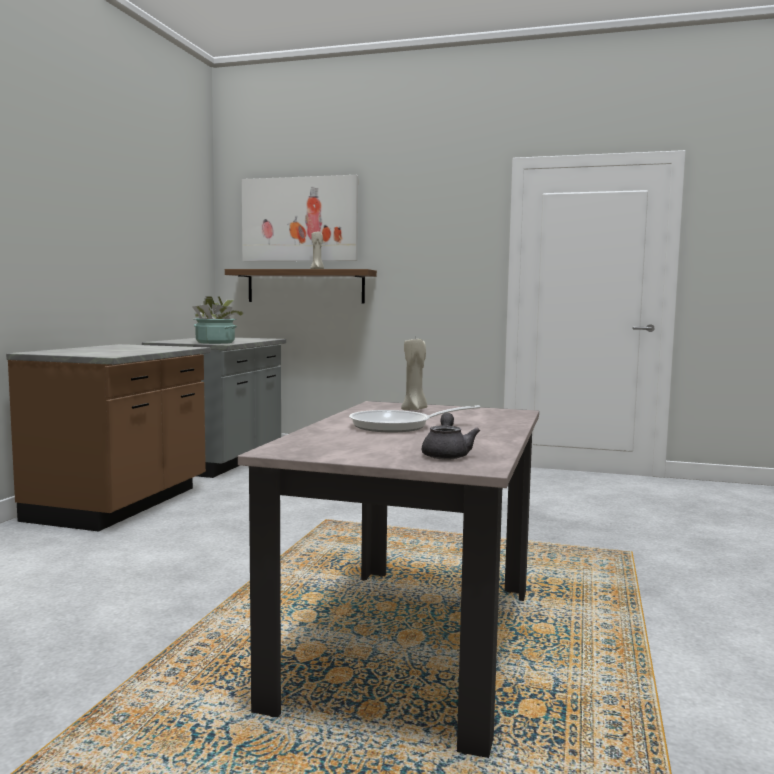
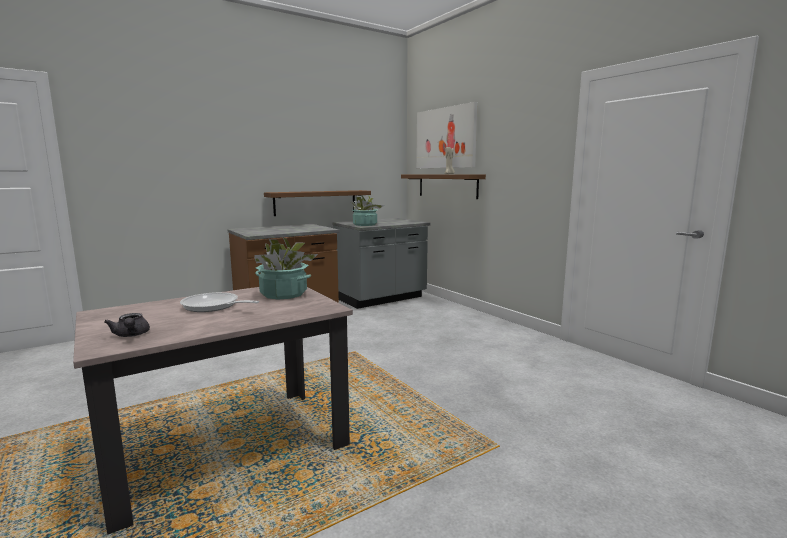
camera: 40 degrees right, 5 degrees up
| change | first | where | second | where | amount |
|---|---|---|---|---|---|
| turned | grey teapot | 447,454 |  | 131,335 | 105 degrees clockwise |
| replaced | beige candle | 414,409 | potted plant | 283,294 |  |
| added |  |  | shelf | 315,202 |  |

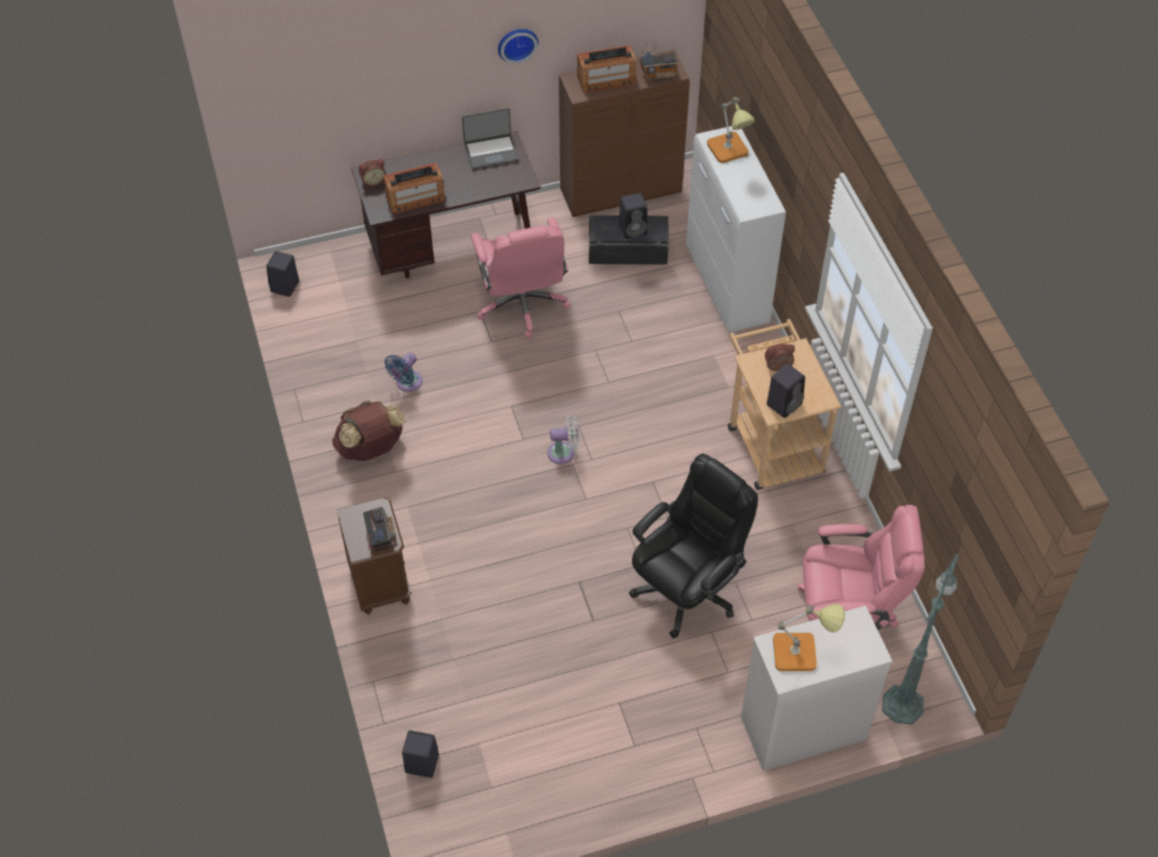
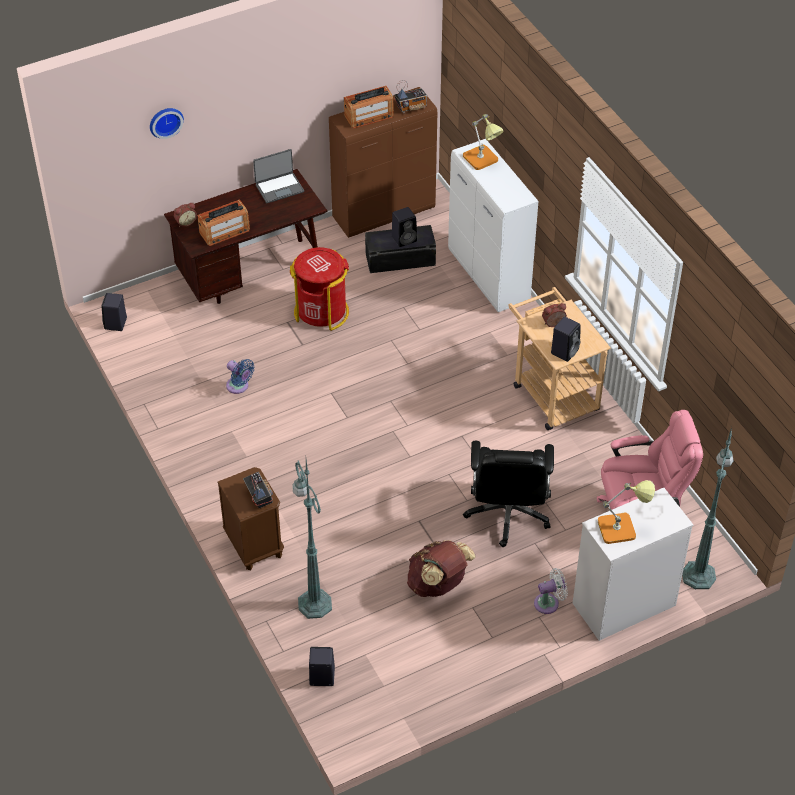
camera: 10 degrees left, 5 degrees down
| change | first | where | second | where | amount |
|---|---|---|---|---|---|
| moved | wall clock | 517,43 |  | 165,121 |  |
| turned | blue fan | 407,383 |  | 239,386 | 75 degrees counterclockwise |
| replaced | pink office chair | 522,304 | red trash can | 321,312 |  |
| added |  |  | green floor lamp | 314,602 |  |
| moved | brown backpack | 371,448 |  | 438,584 |  |
| turned | black office chair | 687,589 |  | 508,514 | 150 degrees clockwise |
| moved | white fan | 564,452 |  | 549,603 |  |

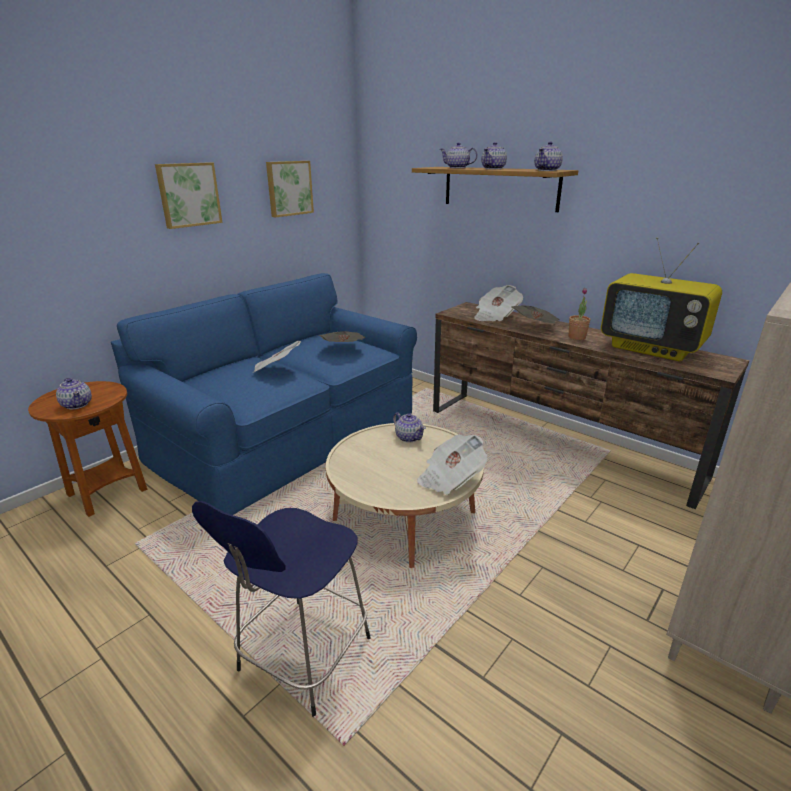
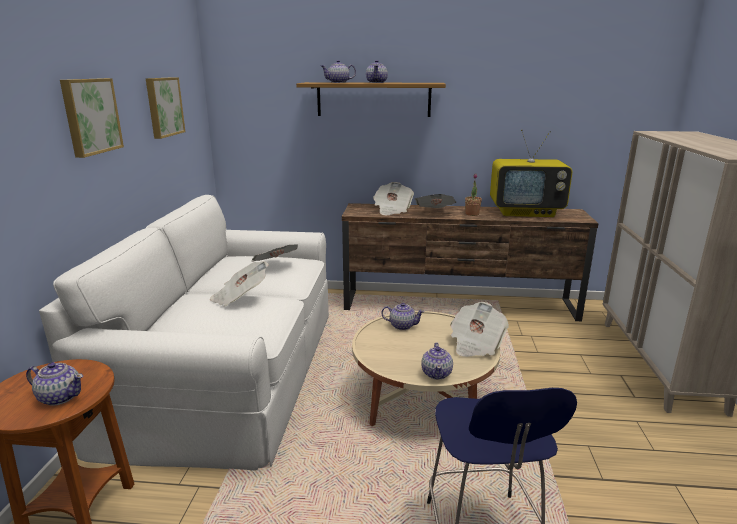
camera: 35 degrees left, 5 degrees down
| change | first | where | second | where | amount |
|---|---|---|---|---|---|
| recoloured | blue sofa | 288,433 | white sofa | 231,370 |  |
| moved | teapot | 547,170 |  | 437,373 |  |

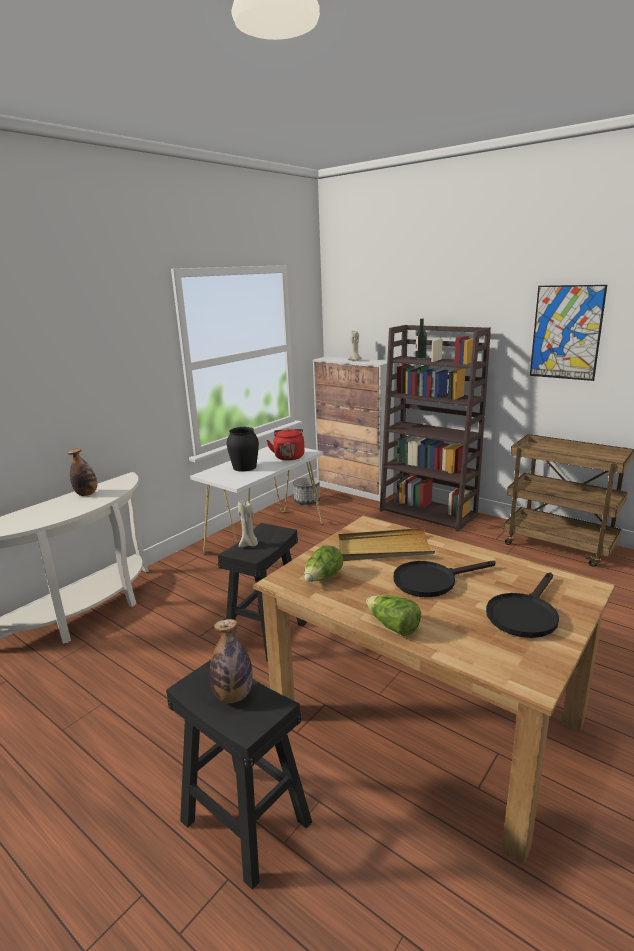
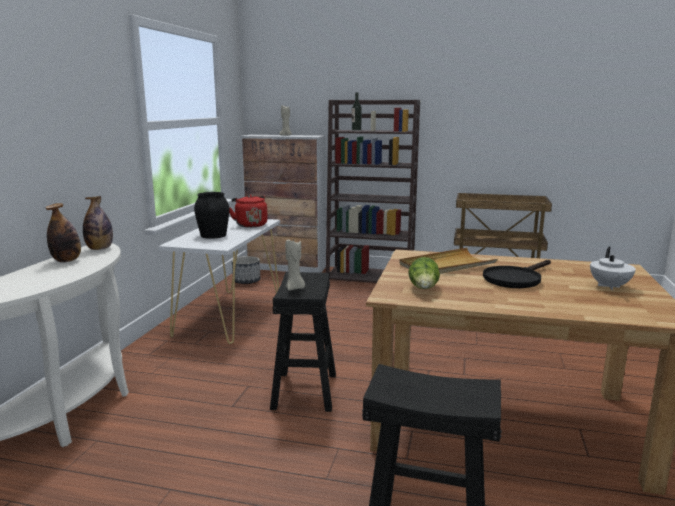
camera: 25 degrees left, 5 degrees down
| change | first | where | second | where | amount |
|---|---|---|---|---|---|
| moved | bottle | 233,695 |  | 100,249 |  |
| replaced | black frying pan | 524,614 | white teapot | 609,286 |  |
| removed | lettuce | 393,626 |  |  |  |
| removed | picture | 566,332 |  |  |  |

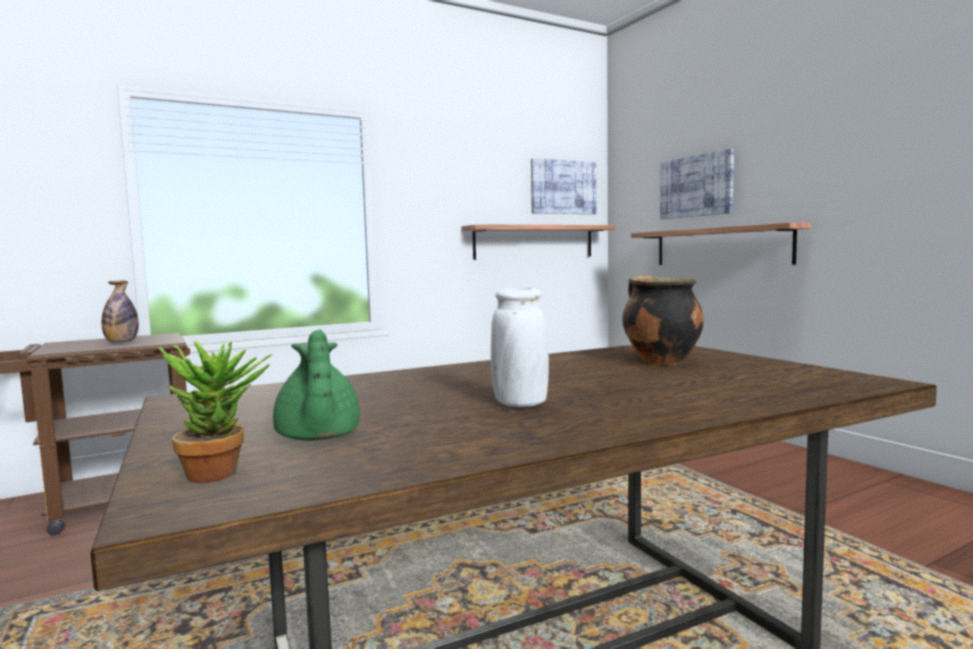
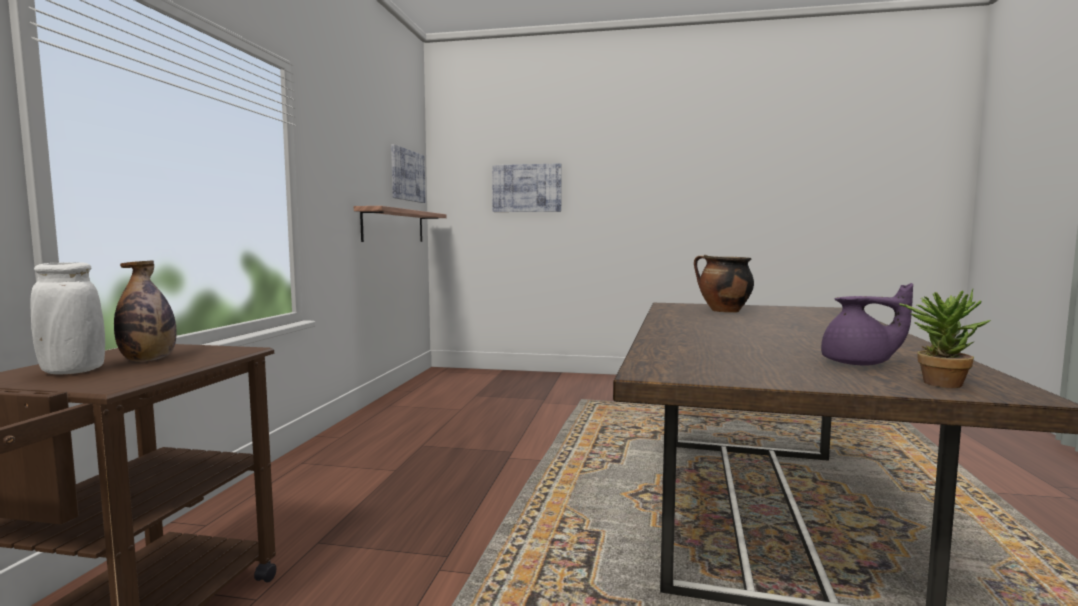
camera: 50 degrees left, 0 degrees up
| change | first | where | second | where | amount |
|---|---|---|---|---|---|
| moved | white vase | 520,404 |  | 72,372 |  |
| recoloured | green teapot | 317,437 | purple teapot | 859,364 |  |
| removed | shelf | 720,246 |  |  |  |

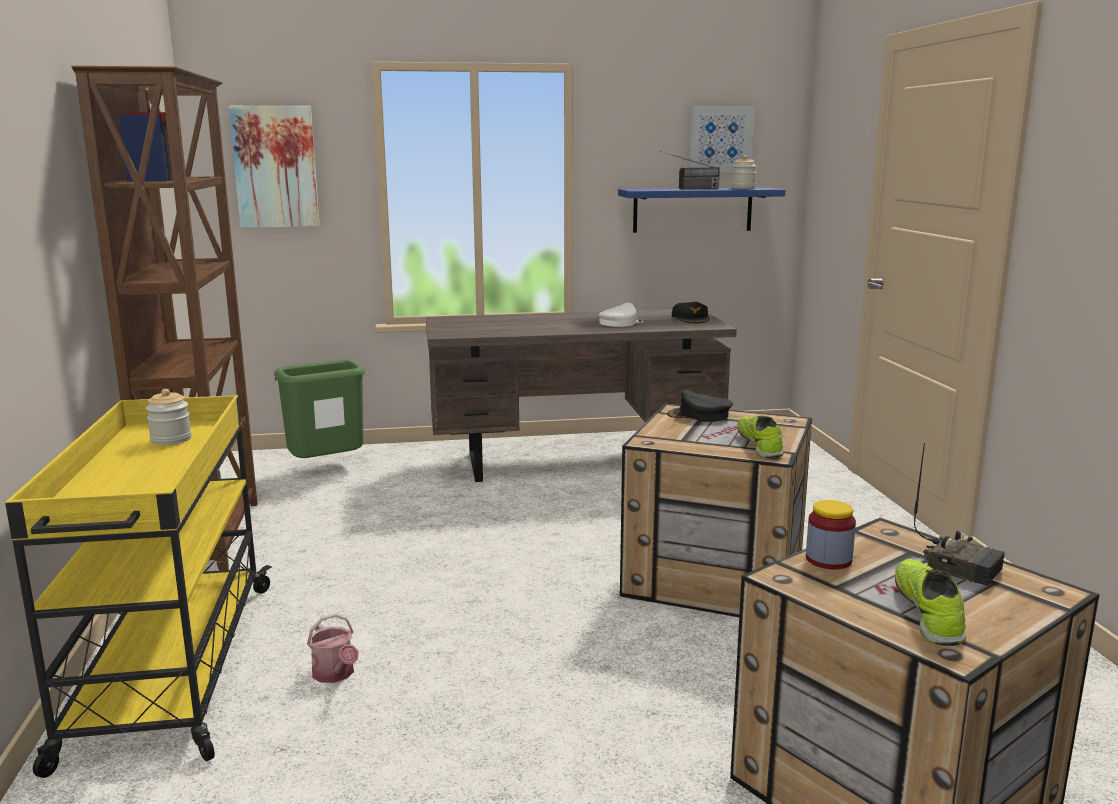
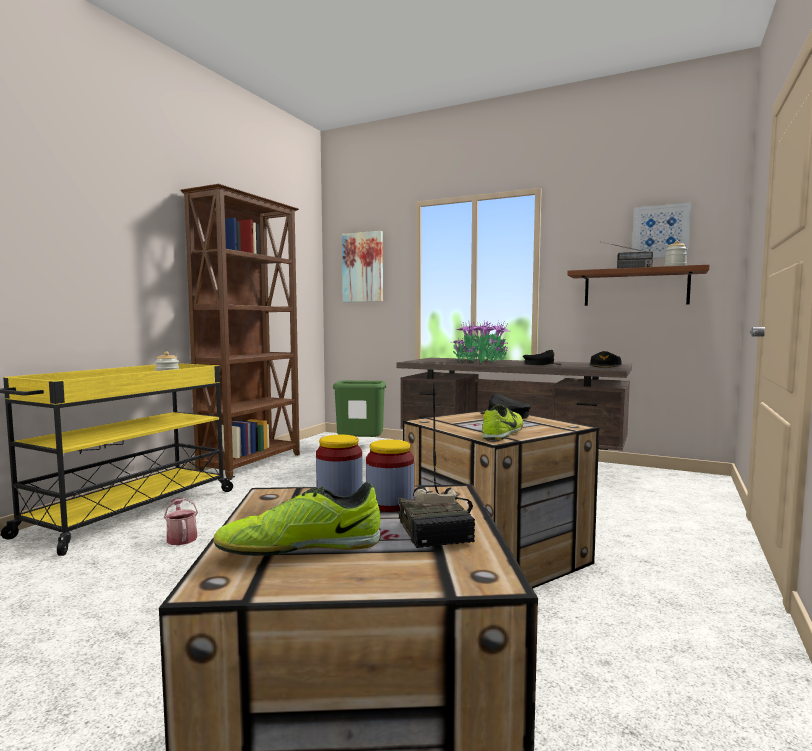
camera: 35 degrees right, 10 degrees down
| change | first | where | second | where | amount |
|---|---|---|---|---|---|
| turned | watering can | 335,674 |  | 181,537 | 150 degrees clockwise |
| turned | shoe | 928,612 |  | 301,548 | 150 degrees counterclockwise |
| added |  |  | jar | 390,503 |  |
| added |  |  | potted plant | 481,361 |  |
| recoloured | white cap | 620,323 | black cap | 541,364 |  |
| recoloured | blue shelf | 692,209 | brown shelf | 635,288 |  |

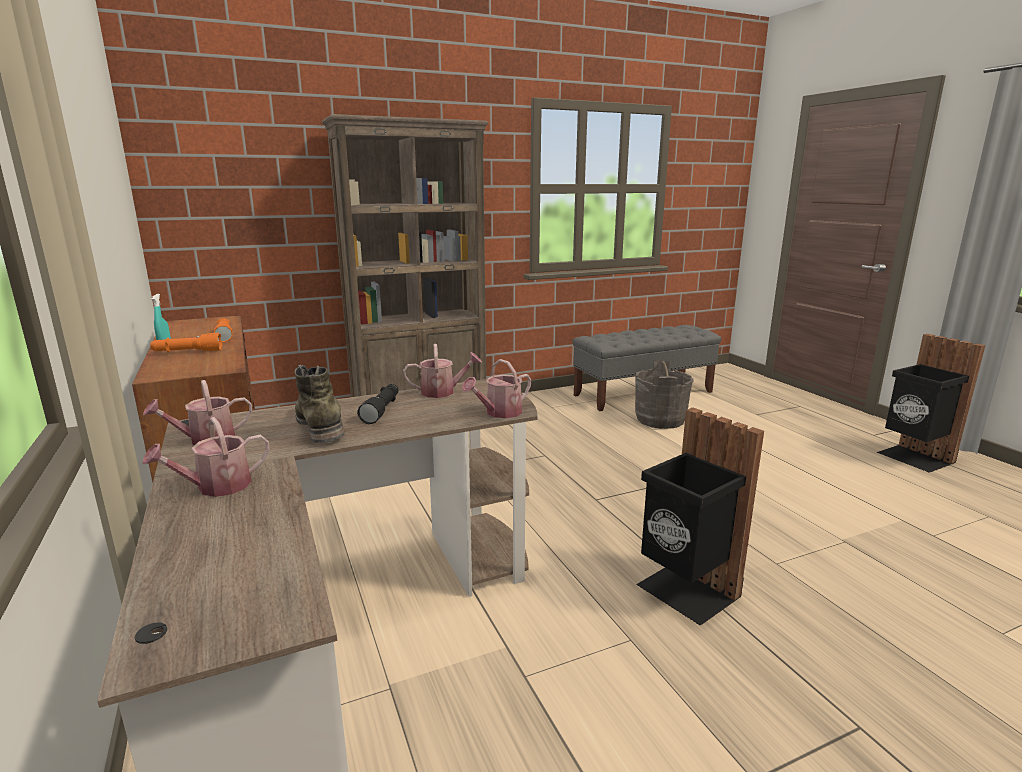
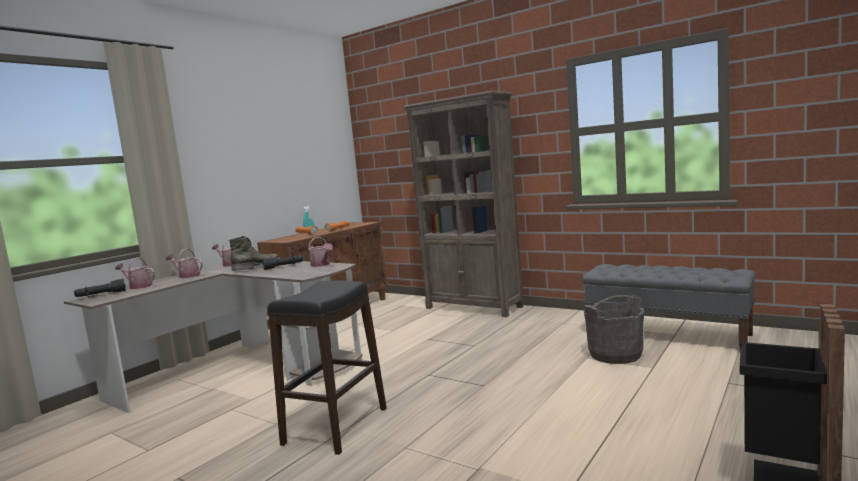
camera: 60 degrees right, 10 degrees down
| change | first | where | second | where | amount |
|---|---|---|---|---|---|
| added |  |  | black flashlight | 101,295 |  |
| moved | watering can | 499,413 |  | 138,286 |  |
| replaced | black trash can | 685,592 | black stool | 336,426 |  |

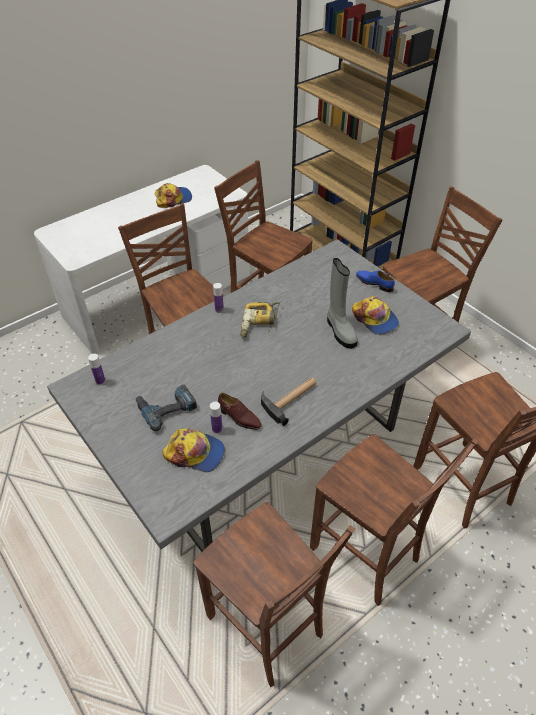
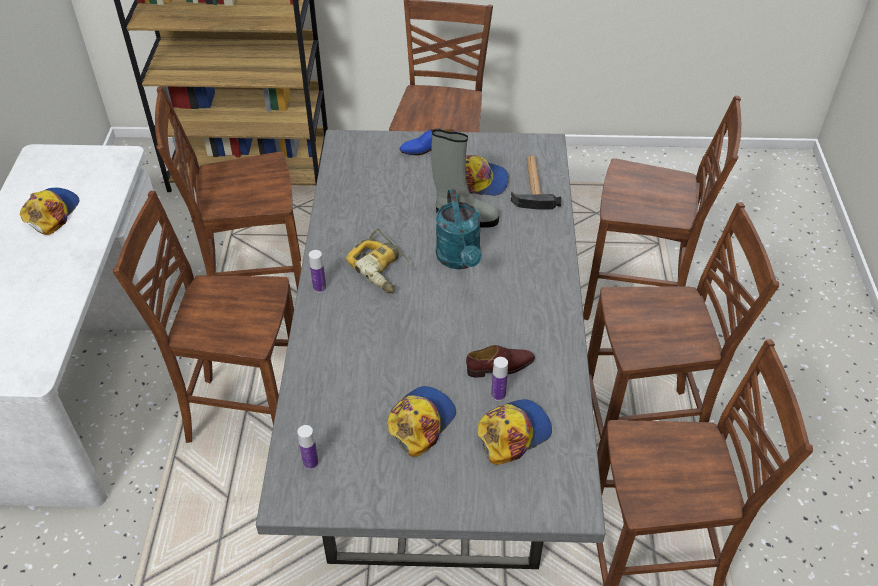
camera: 50 degrees left, 0 degrees up
| change | first | where | second | where | amount |
|---|---|---|---|---|---|
| replaced | power drill | 166,407 | cap | 420,422 |  |
| added |  |  | turquoise watering can | 460,259 |  |
| moved | hammer | 290,399 |  | 532,186 |  |

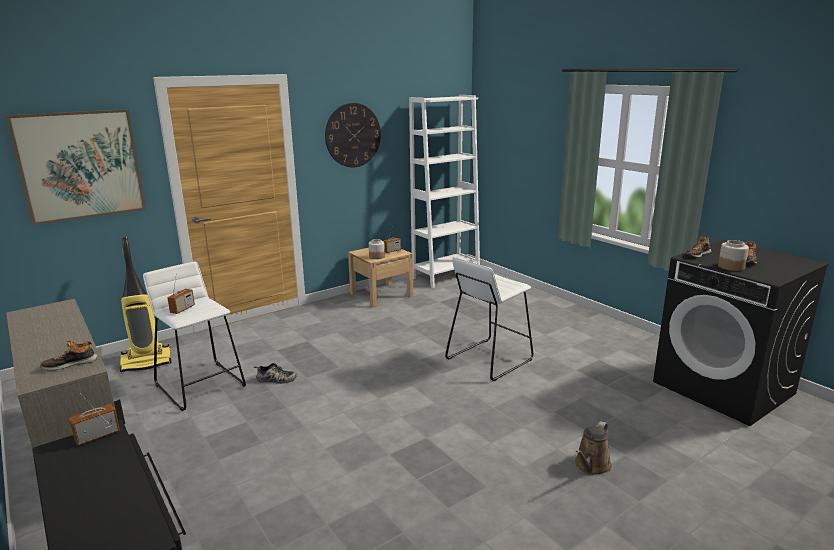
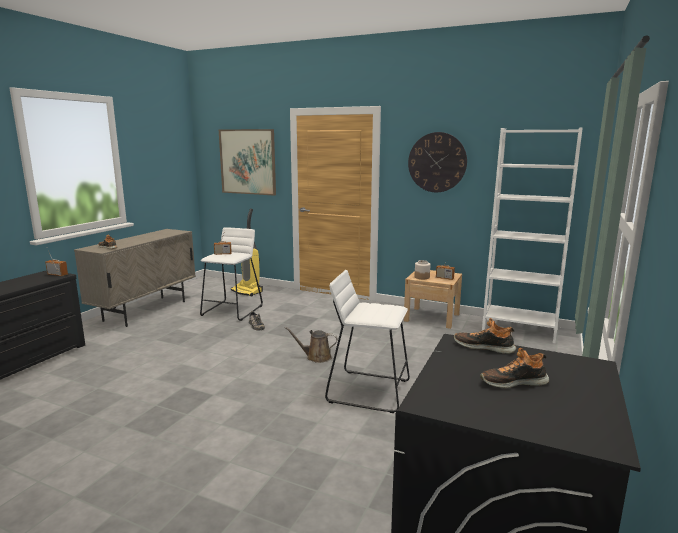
camera: 60 degrees right, 5 degrees down
| change | first | where | second | where | amount |
|---|---|---|---|---|---|
| moved | brown watering can | 591,466 |  | 316,357 |  |
| removed | jar | 731,267 |  |  |  |

